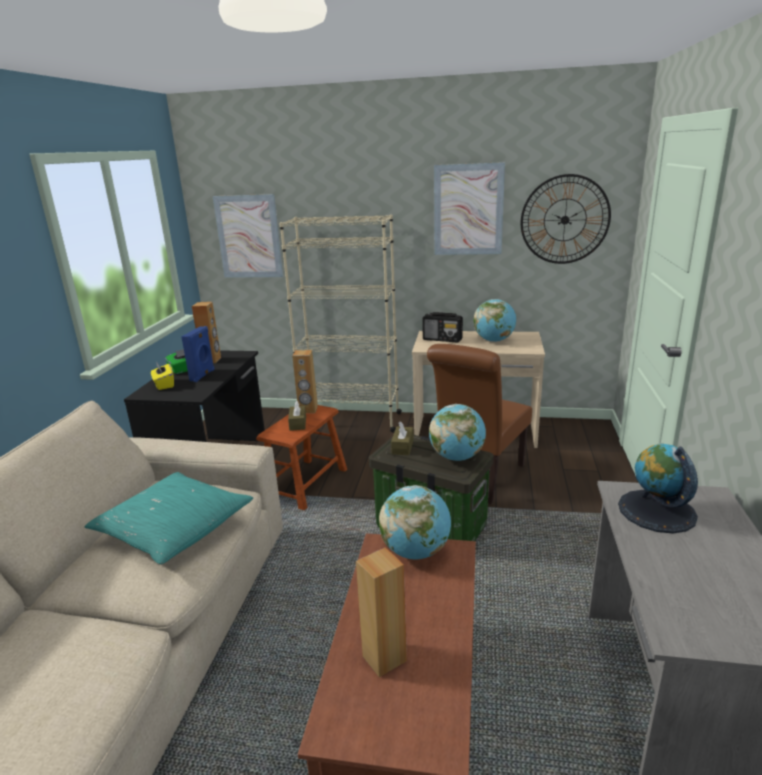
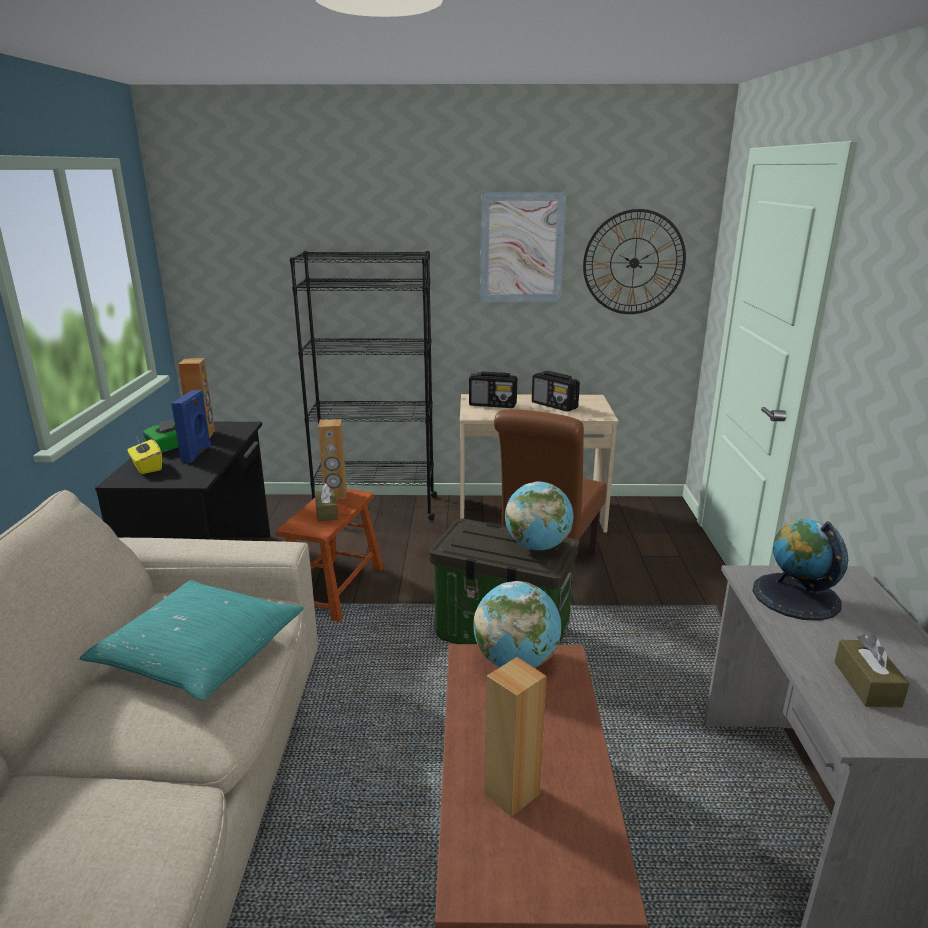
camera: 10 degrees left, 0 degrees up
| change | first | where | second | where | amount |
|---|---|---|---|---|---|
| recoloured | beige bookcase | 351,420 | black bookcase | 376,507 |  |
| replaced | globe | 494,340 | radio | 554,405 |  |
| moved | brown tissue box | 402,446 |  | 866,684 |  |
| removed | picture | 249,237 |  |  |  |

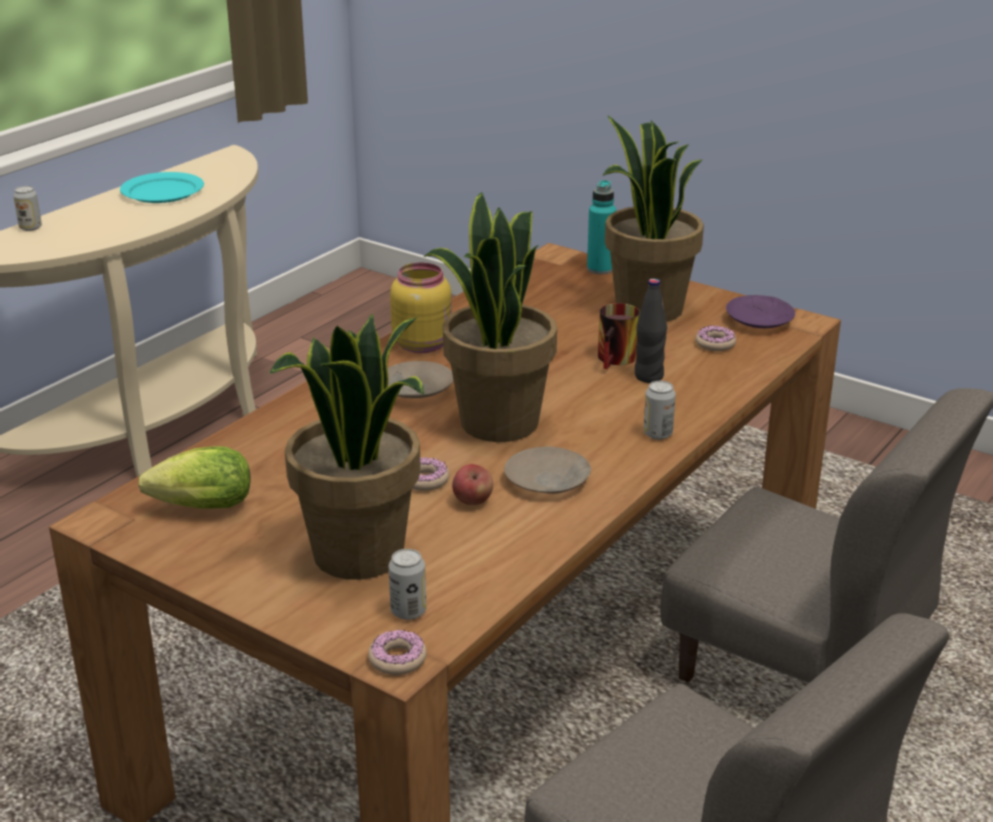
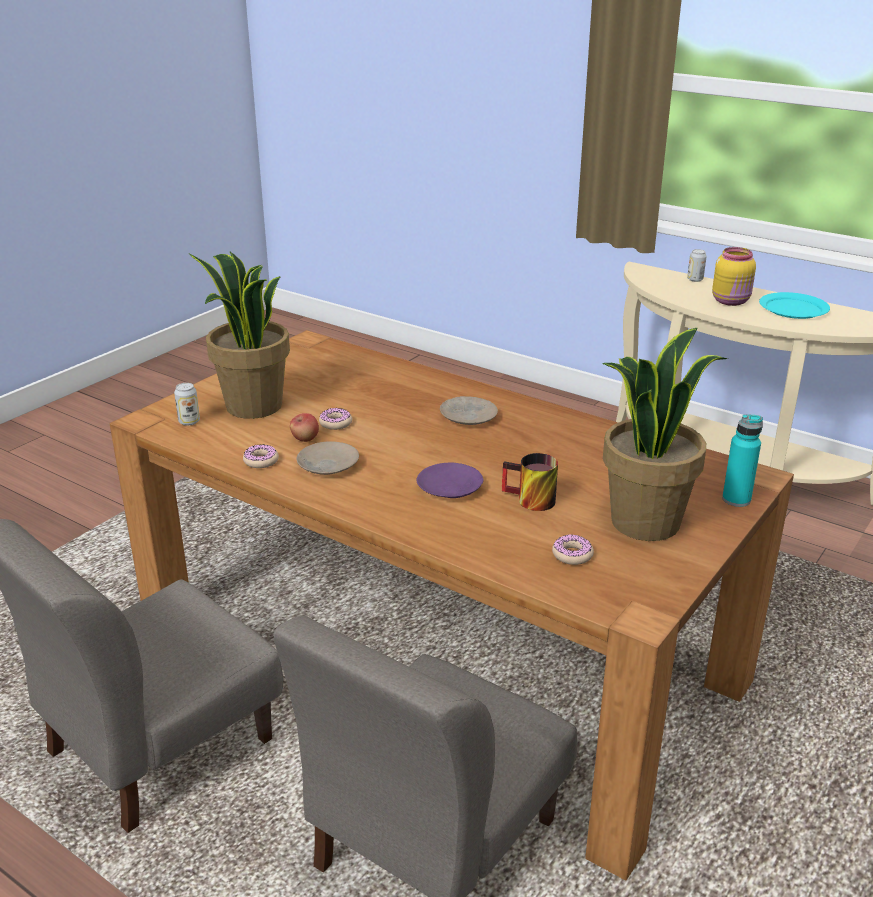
camera: 90 degrees right, 0 degrees up
| change | first | where | second | where | amount |
|---|---|---|---|---|---|
| moved | donut | 397,659 |  | 261,461 |  |
| moved | purple plate | 759,319 |  | 450,488 |  |
| moved | yellow jar | 423,344 |  | 731,301 |  |
| removed | lettuce | 197,508 |  |  |  |
| removed | potted plant | 497,422 |  |  |  |
| removed | black bottle | 648,377 |  |  |  |
| removed | can | 657,434 |  |  |  |

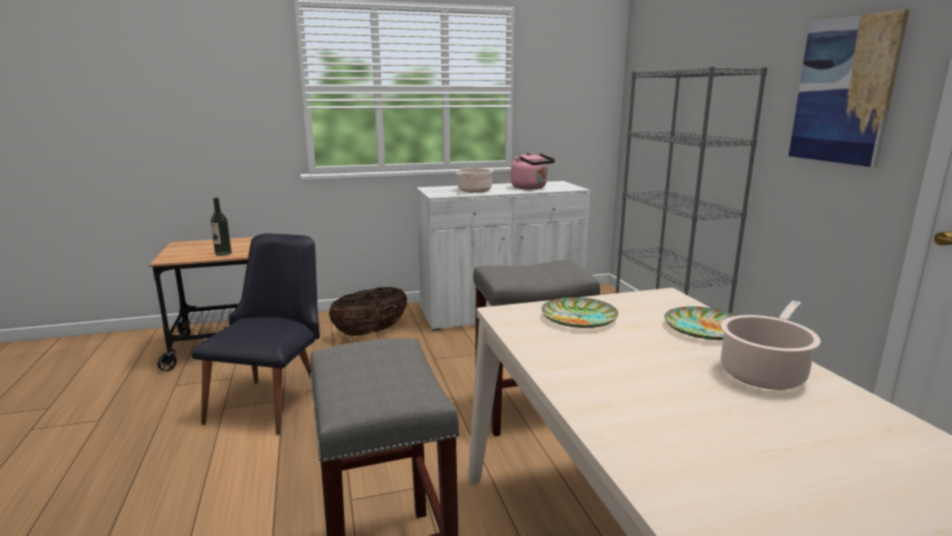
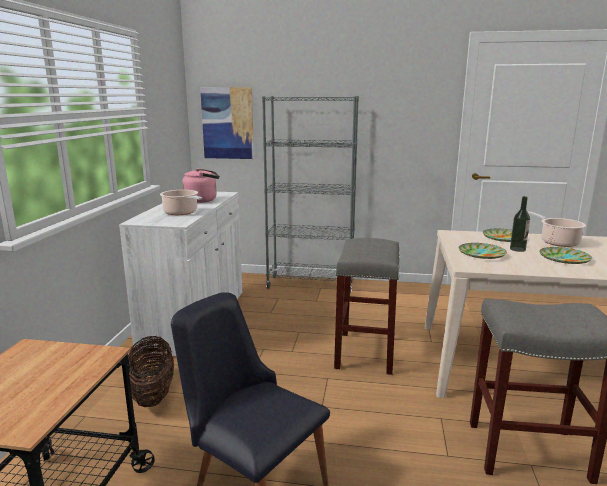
camera: 65 degrees left, 0 degrees up
| change | first | where | second | where | amount |
|---|---|---|---|---|---|
| moved | picture | 844,91 |  | 228,123 |  |
| moved | bottle | 223,254 |  | 517,249 |  |
| added |  |  | plate | 564,258 |  |

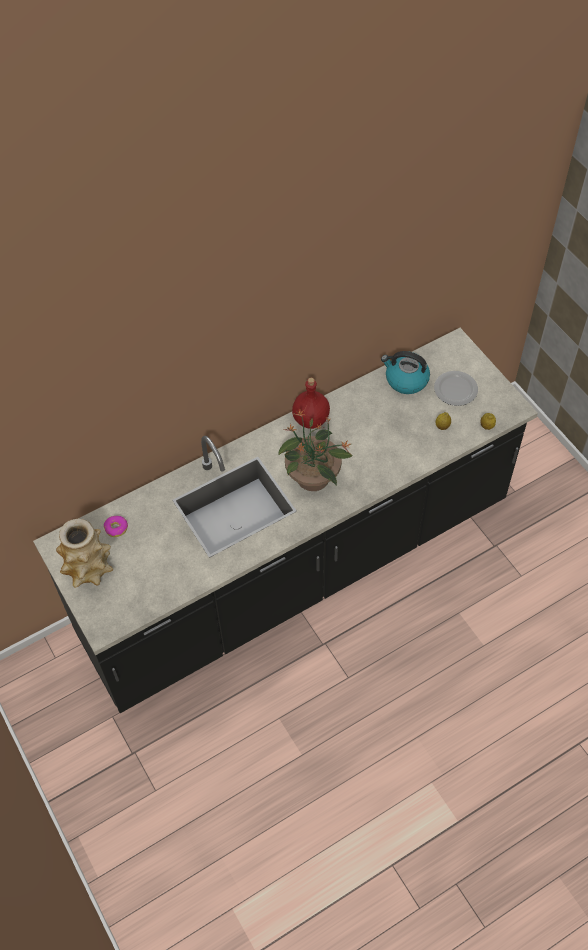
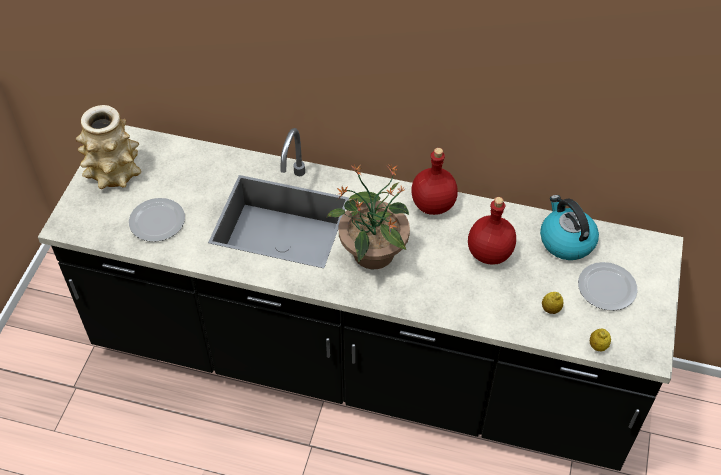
camera: 45 degrees right, 5 degrees down
| change | first | where | second | where | amount |
|---|---|---|---|---|---|
| added |  |  | plate | 157,220 |  |
| added |  |  | red bottle | 490,253 |  |
| removed | donut | 116,528 |  |  |  |

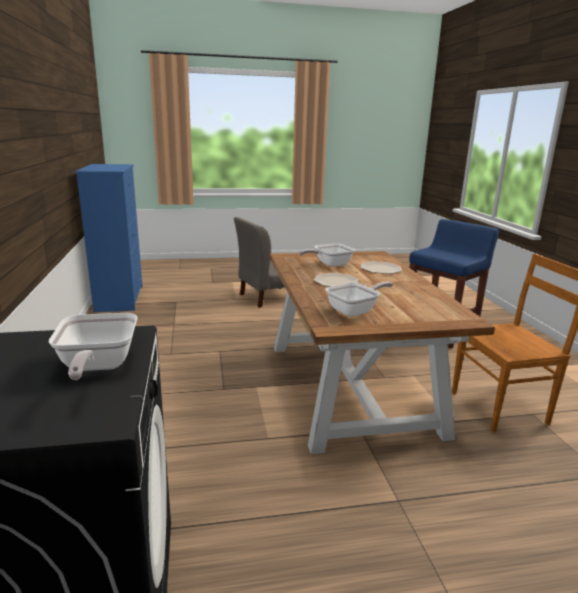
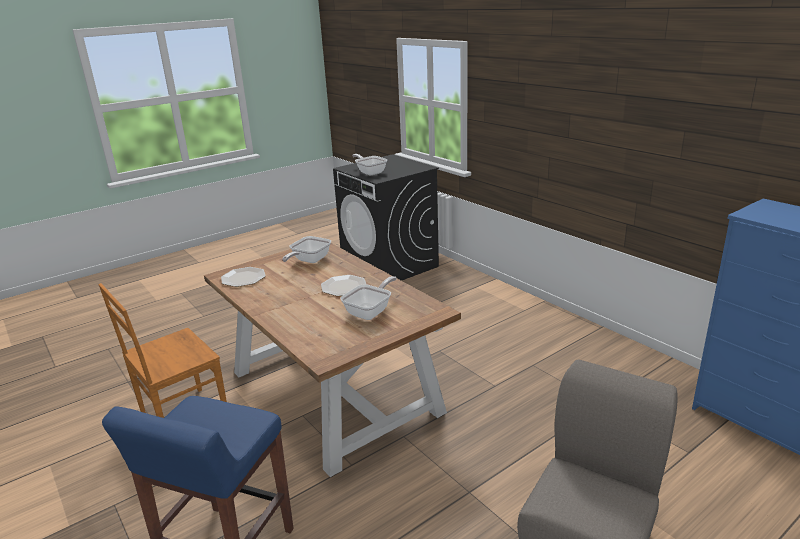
camera: 155 degrees right, 5 degrees up
| change | first | where | second | where | amount |
|---|---|---|---|---|---|
| moved | plate | 380,268 |  | 243,278 |  |

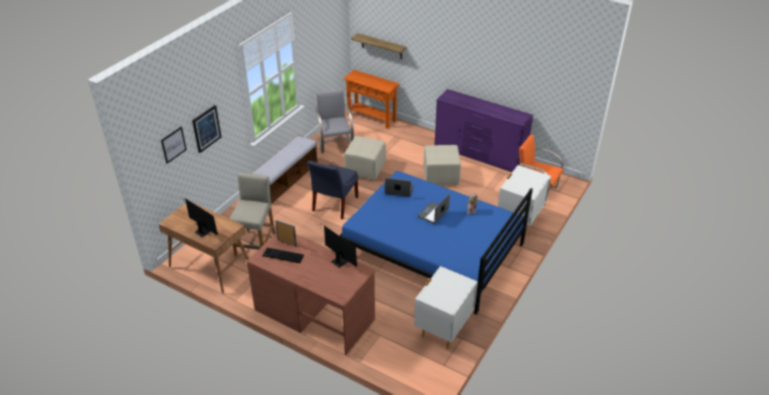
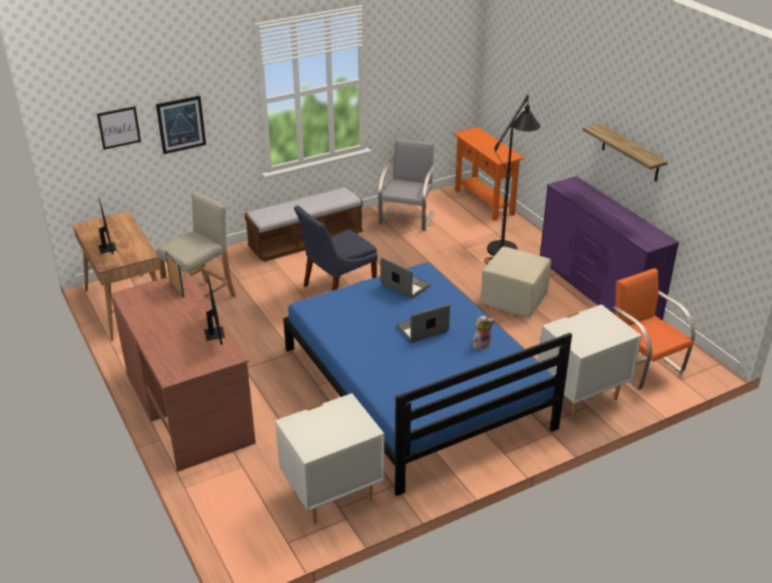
camera: 30 degrees right, 5 degrees down
| change | first | where | second | where | amount |
|---|---|---|---|---|---|
| added |  |  | black floor lamp | 505,246 |  |
| moved | shelf | 381,46 |  | 630,153 |  |
| removed | keyboard | 282,256 |  |  |  |
| removed | beige ottoman | 365,169 |  |  |  |

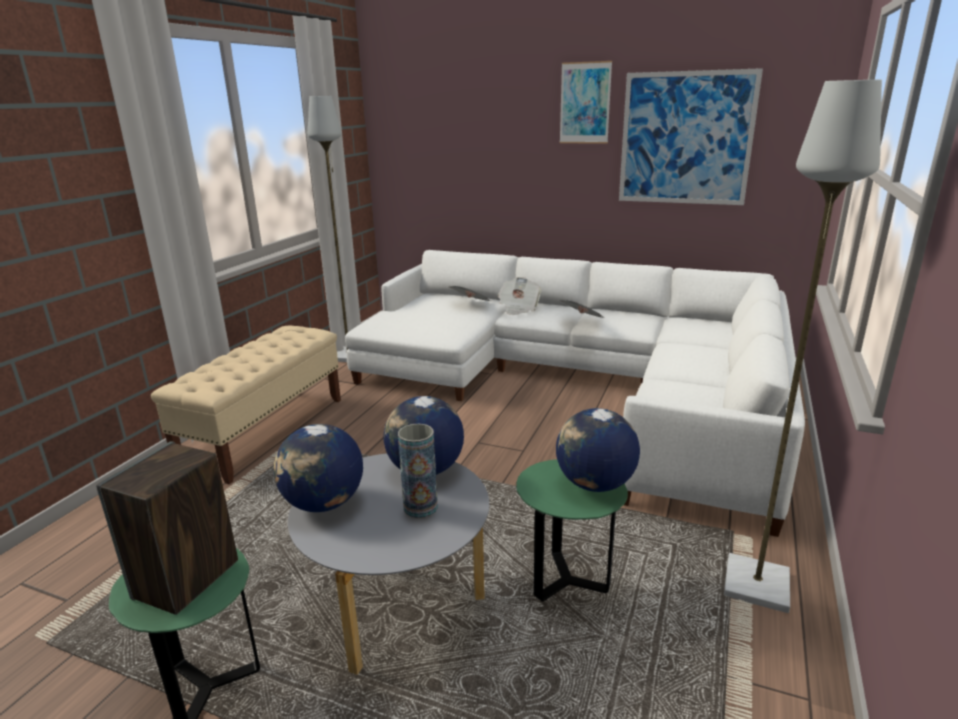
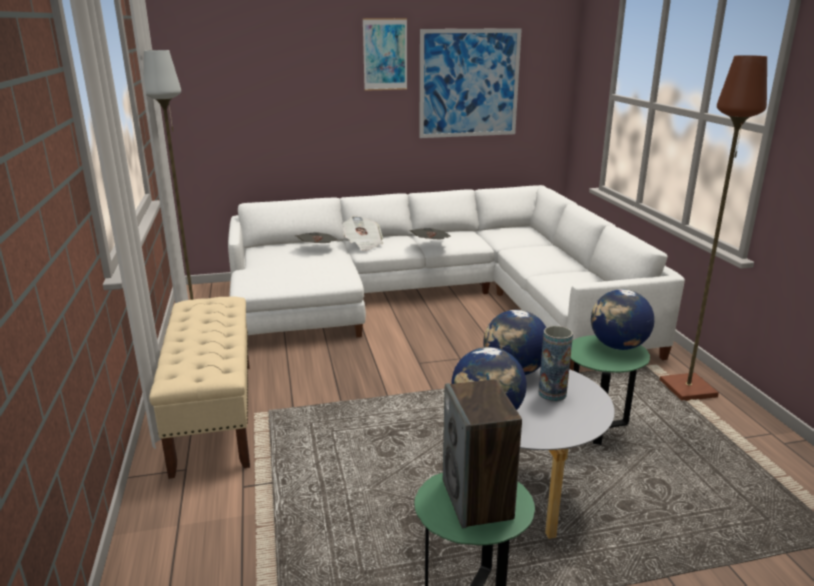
camera: 35 degrees left, 0 degrees up
| change | first | where | second | where | amount |
|---|---|---|---|---|---|
| recoloured | grey floor lamp | 758,585 | brown floor lamp | 689,389 |  |

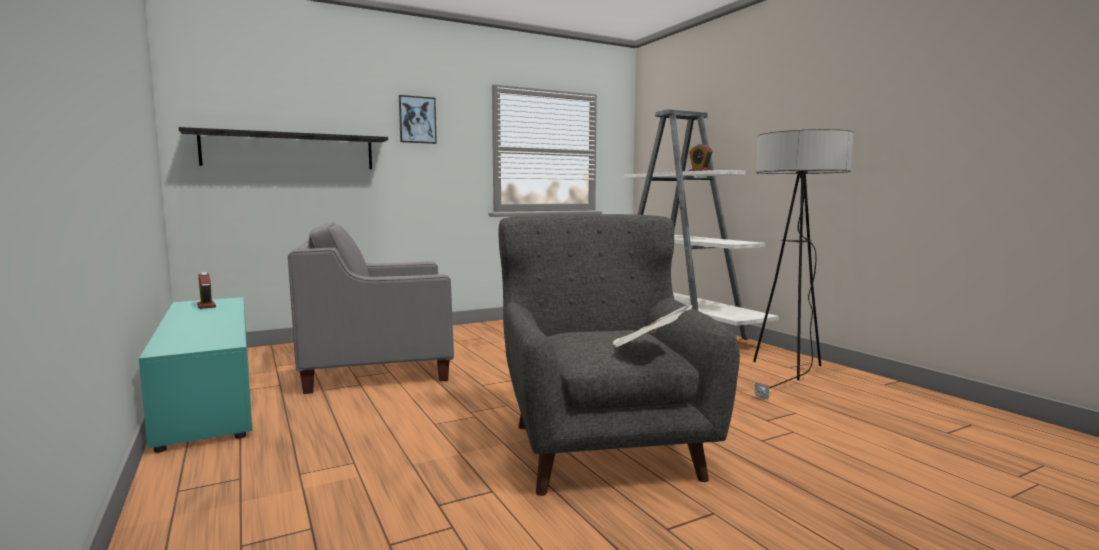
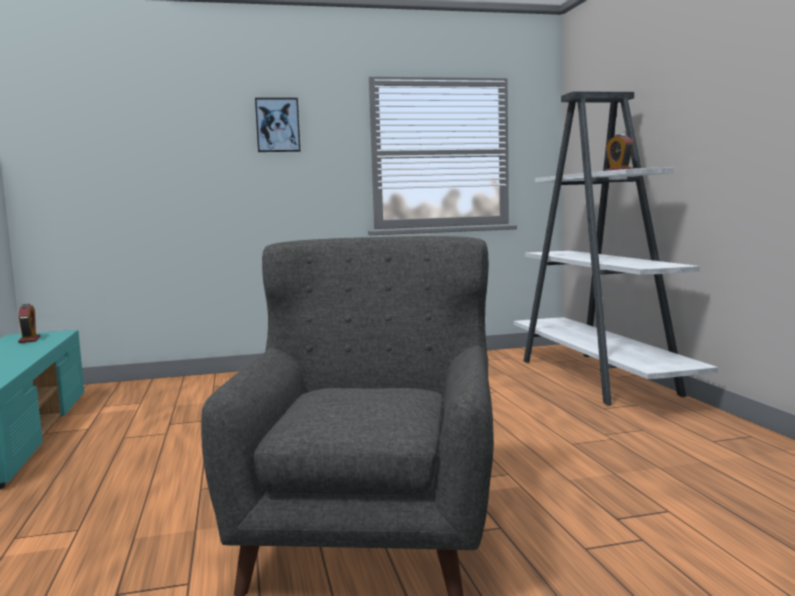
camera: 15 degrees right, 0 degrees up
| change | first | where | second | where | amount |
|---|---|---|---|---|---|
| removed | black shelf | 290,151 |  |  |  |
| removed | grey armchair | 377,369 |  |  |  |
| removed | newspaper | 648,348 |  |  |  |
| removed | floor lamp | 789,375 |  |  |  |

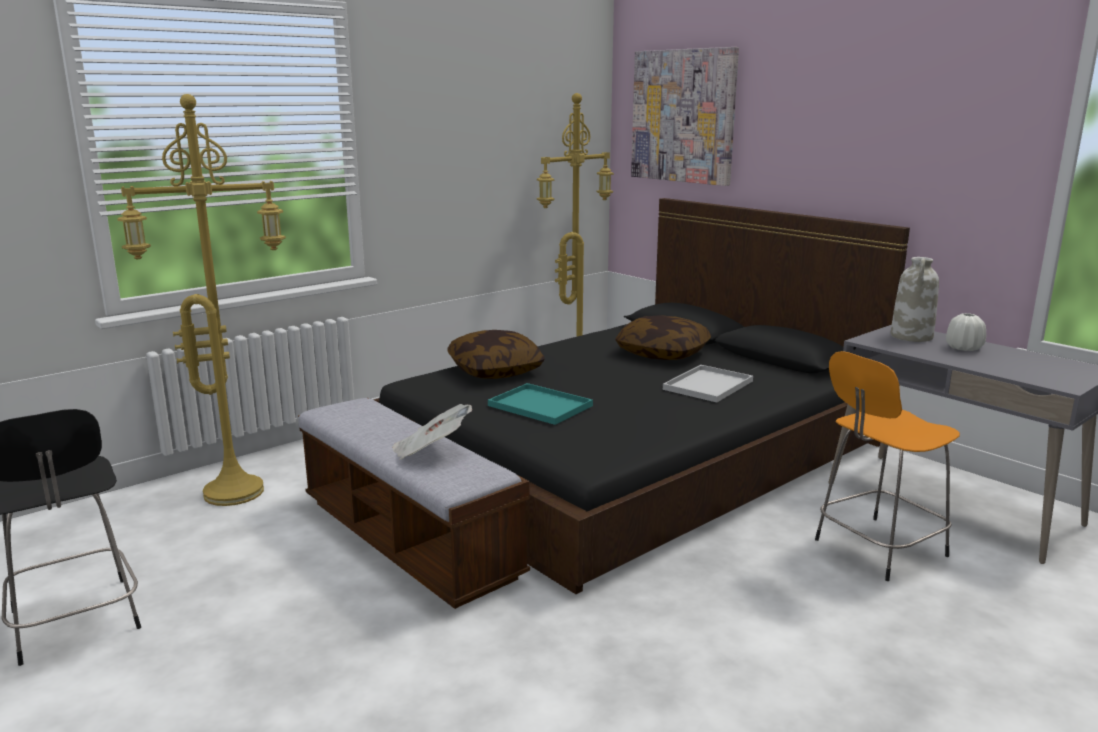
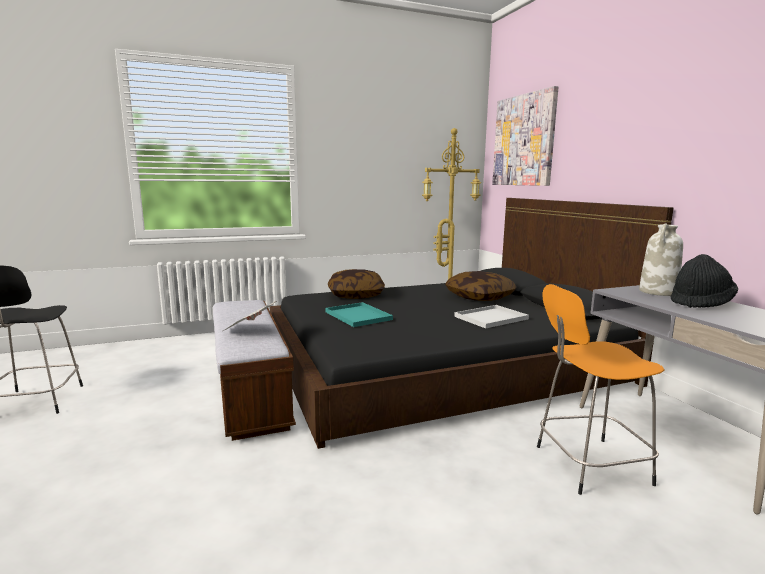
camera: 20 degrees right, 5 degrees down
| change | first | where | second | where | amount |
|---|---|---|---|---|---|
| replaced | white vase | 963,348 | black hat | 700,303 |  |
| removed | yellow floor lamp | 236,490 |  |  |  |

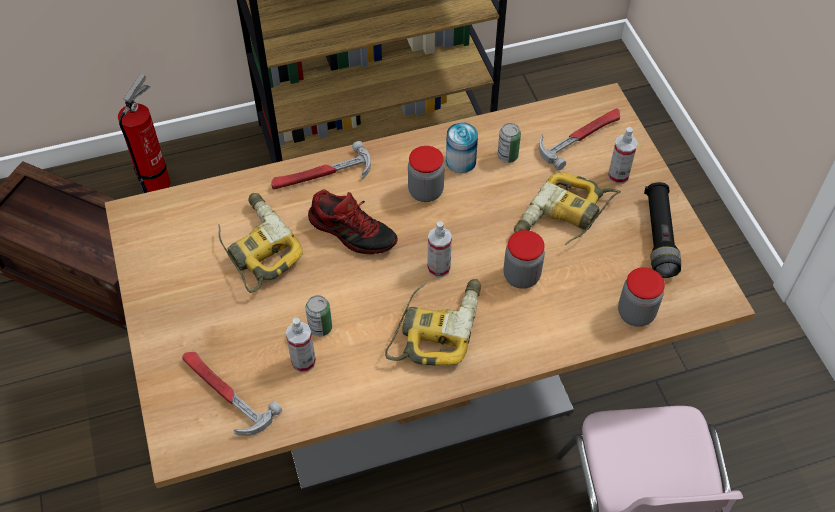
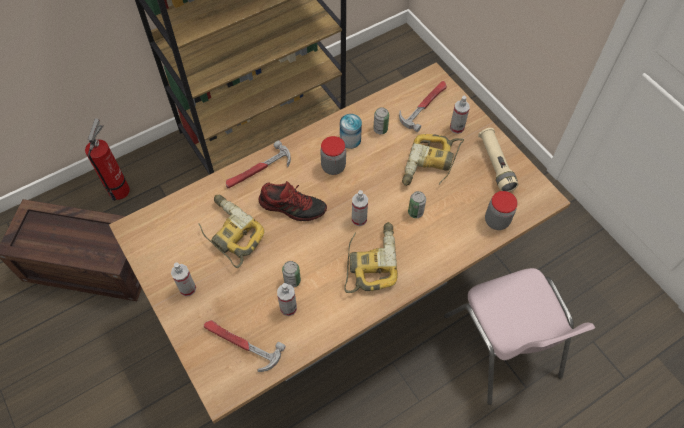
camera: 15 degrees left, 5 degrees up
| change | first | where | second | where | amount |
|---|---|---|---|---|---|
| added |  |  | spray bottle | 187,288 |  |
| replaced | jar | 521,276 | can | 415,212 |  |
| recoloured | black flashlight | 659,237 | beige flashlight | 495,164 |  |

